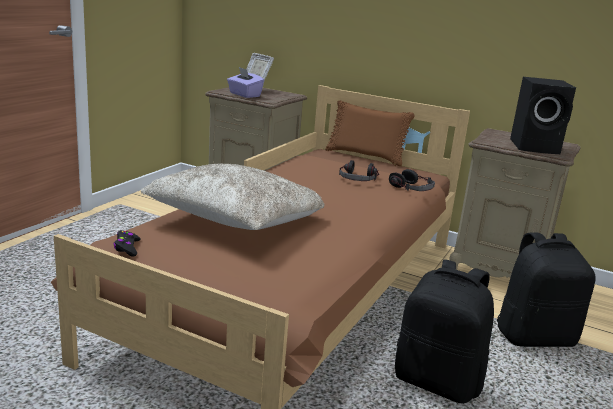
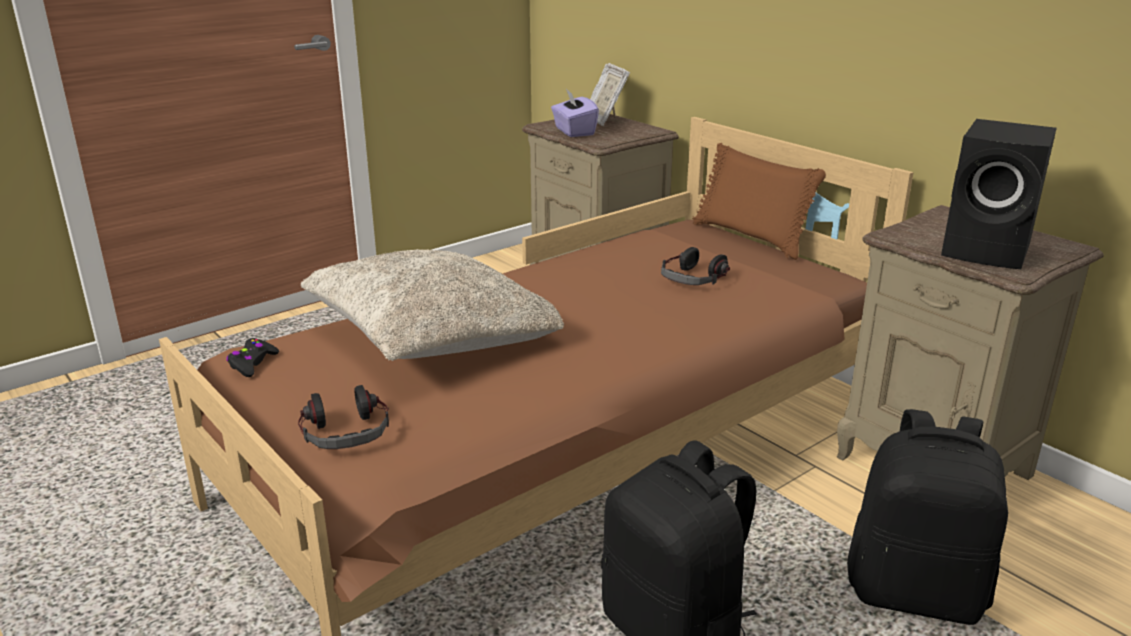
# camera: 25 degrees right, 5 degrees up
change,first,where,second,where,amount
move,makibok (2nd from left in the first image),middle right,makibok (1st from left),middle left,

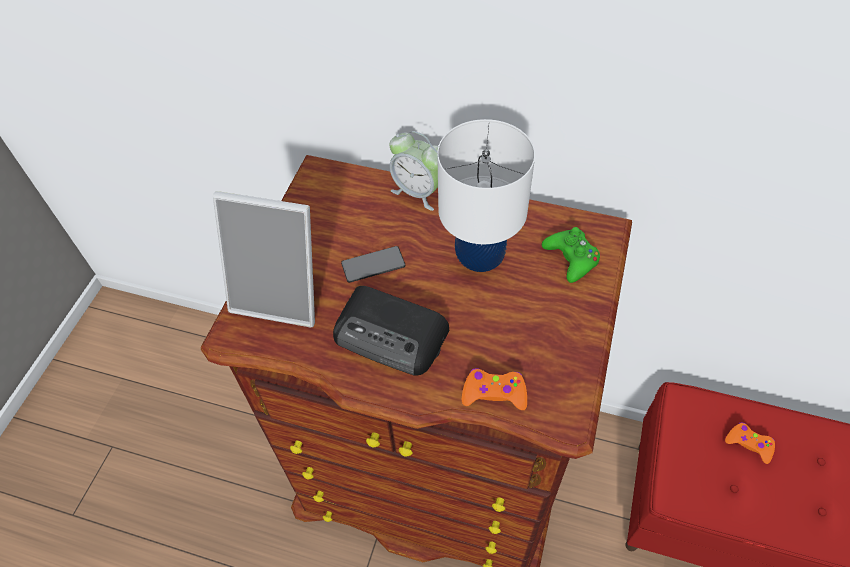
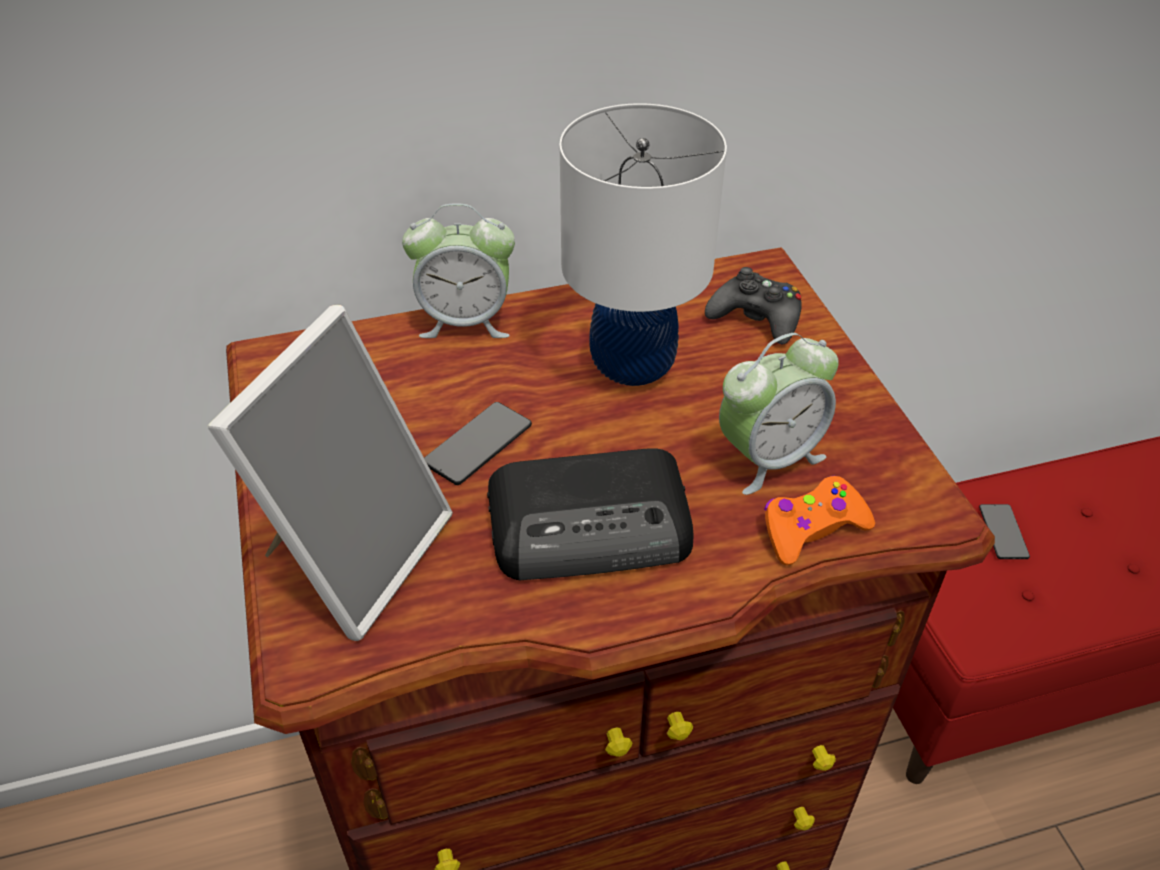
# camera: 35 degrees left, 10 degrees down
change,first,where,second,where,amount
rotate,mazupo,middle left,,middle left,45 degrees counterclockwise
recolor,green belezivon,middle right,black belezivon,centre,
replace,orange belezivon (2nd from left),bottom right,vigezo (2nd from left),middle right,
insert,,,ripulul (2nd from left),middle right,

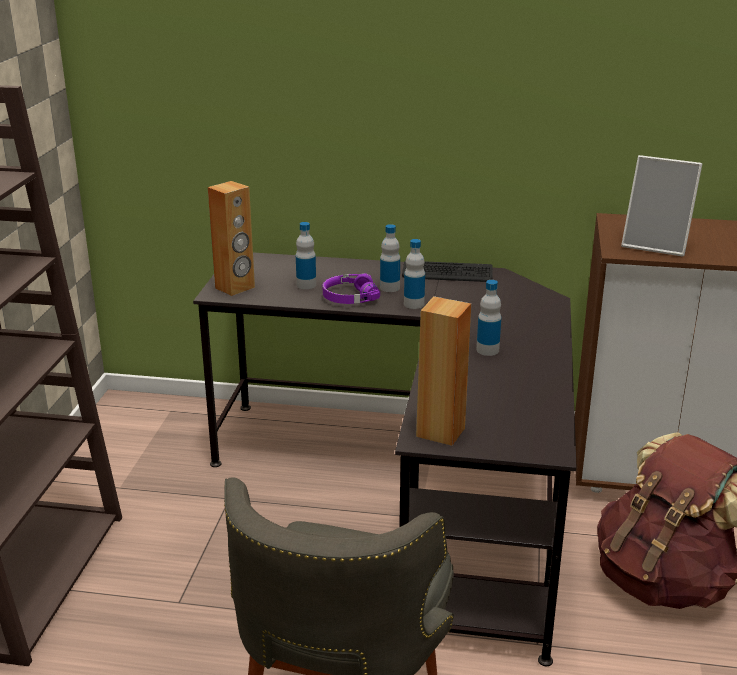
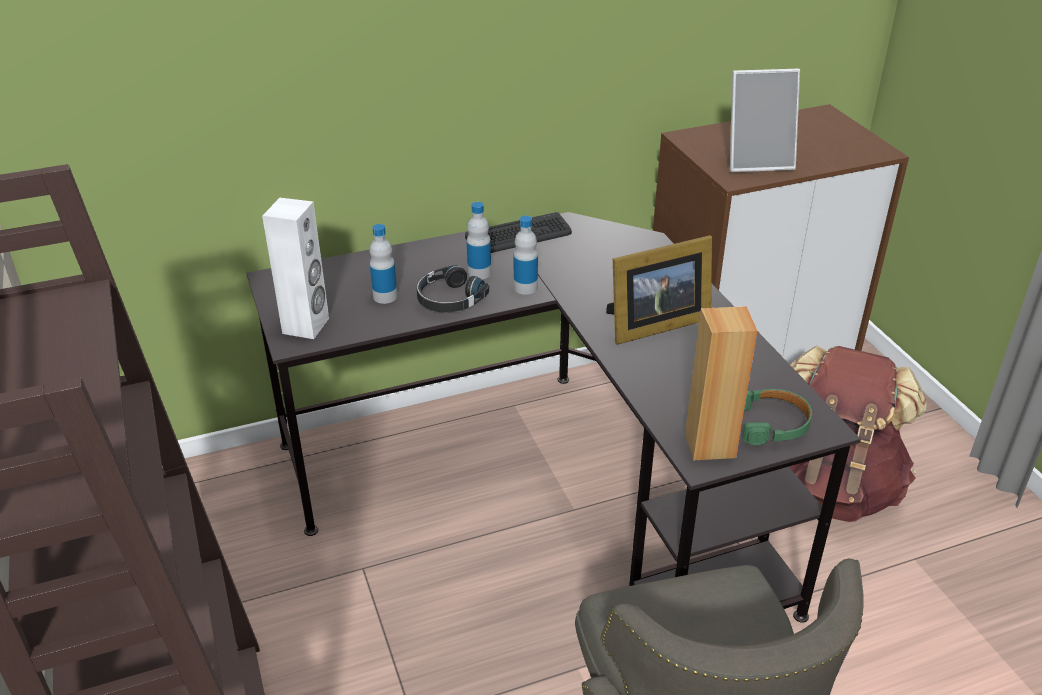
# camera: 30 degrees left, 10 degrees up
change,first,where,second,where,amount
recolor,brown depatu (1st from left),middle left,white depatu,middle left,
recolor,purple makibok,centre,black makibok,centre,
replace,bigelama (4th from left),centre,mazupo (1st from left),centre,
insert,,,green makibok,middle right,

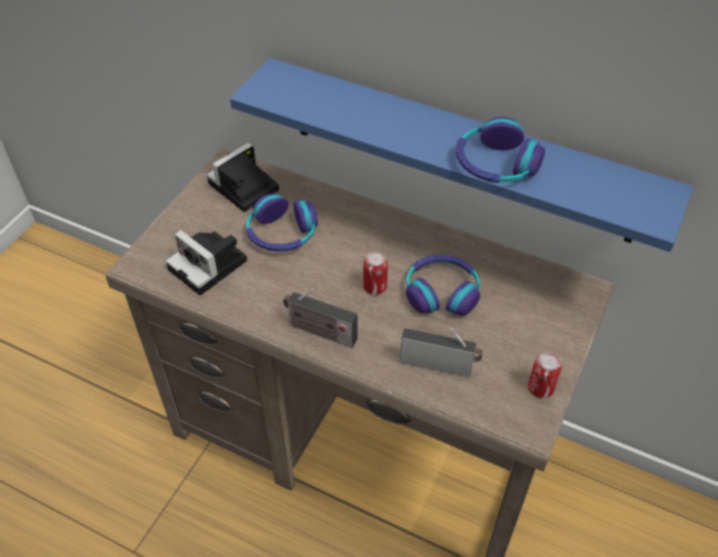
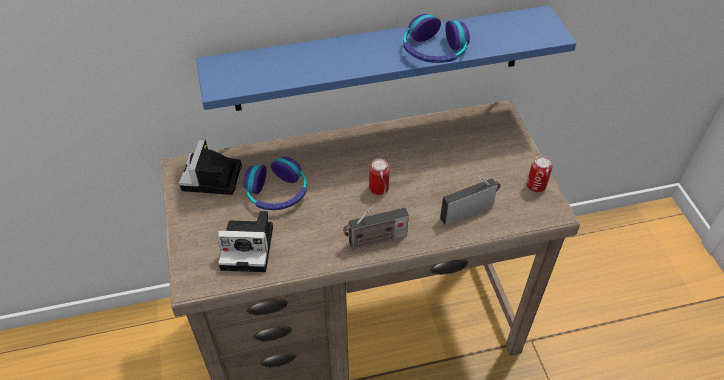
# camera: 40 degrees left, 0 degrees up
change,first,where,second,where,amount
delete,makibok (2nd from left),centre,,,

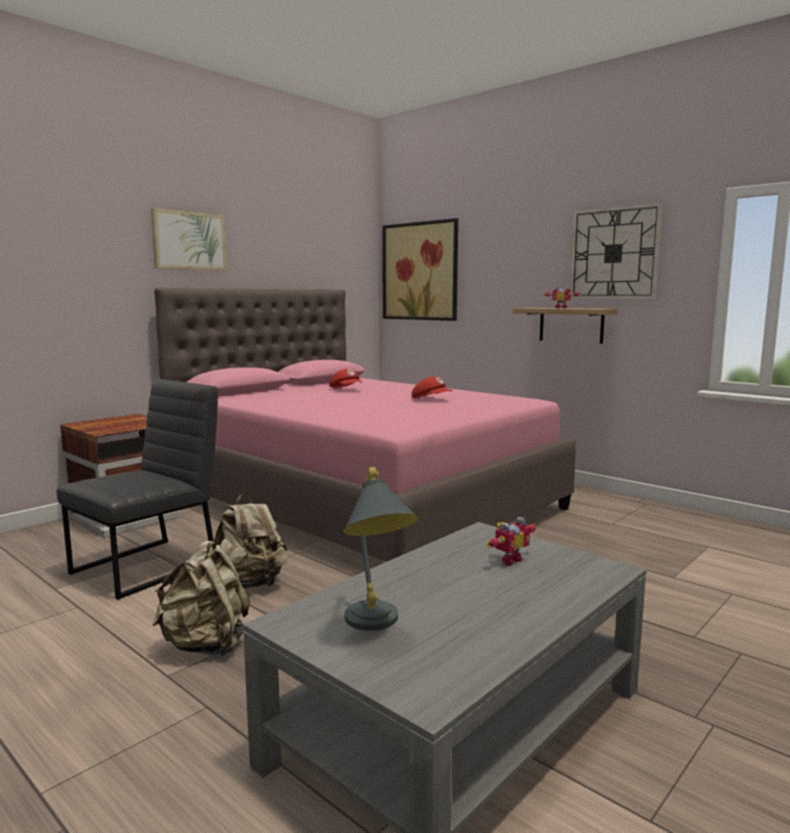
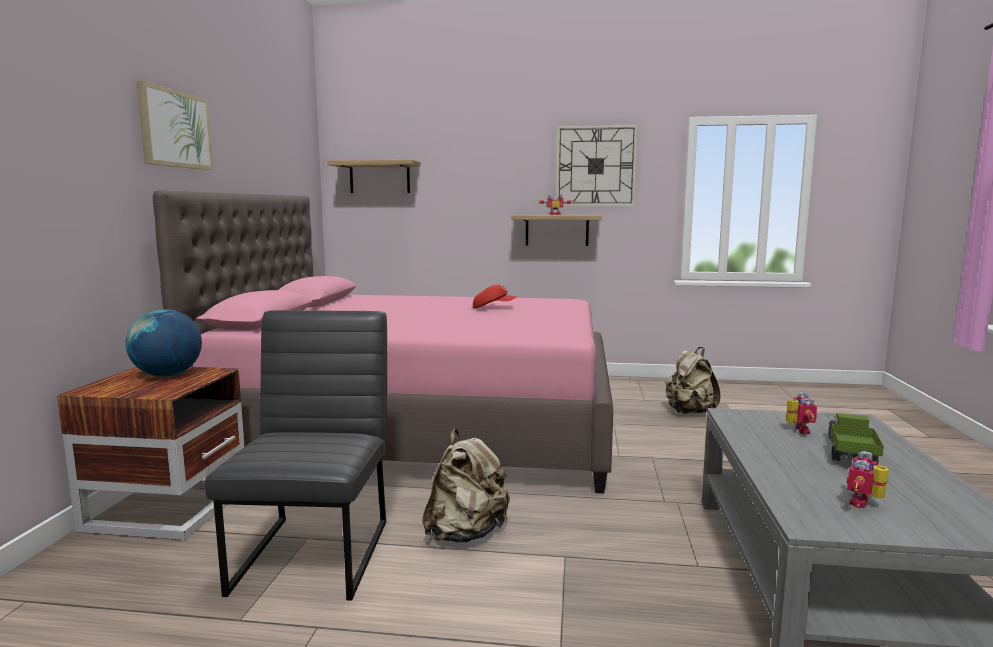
# camera: 35 degrees left, 0 degrees up
change,first,where,second,where,amount
replace,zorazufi (2nd from left),top centre,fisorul (1st from left),top centre,
delete,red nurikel (1st from left),centre,,,
replace,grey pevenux,centre,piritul (3rd from left),bottom right,
move,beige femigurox (1st from left in the first image),bottom left,beige femigurox (2nd from left),middle right,
insert,,,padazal,middle left,
insert,,,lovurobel,bottom right,

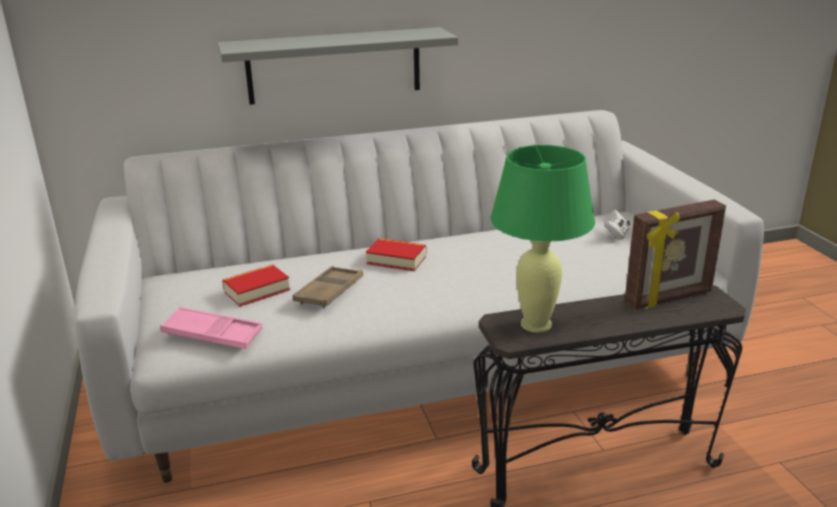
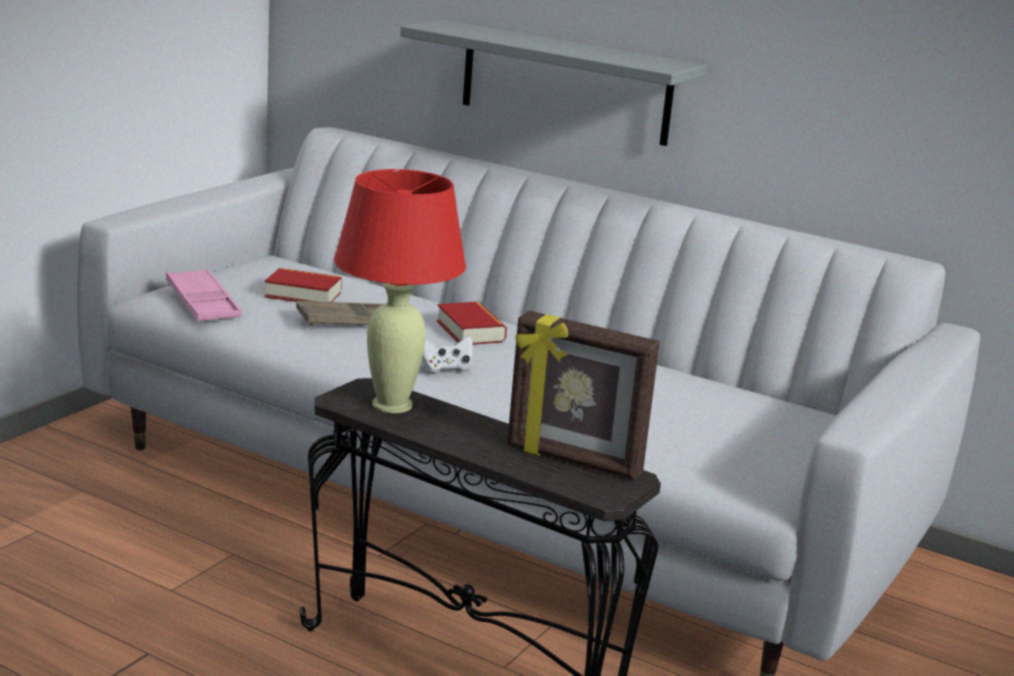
# camera: 45 degrees right, 5 degrees down
change,first,where,second,where,amount
recolor,green pevenux,centre,red pevenux,centre,
move,white belezivon,middle right,,centre,

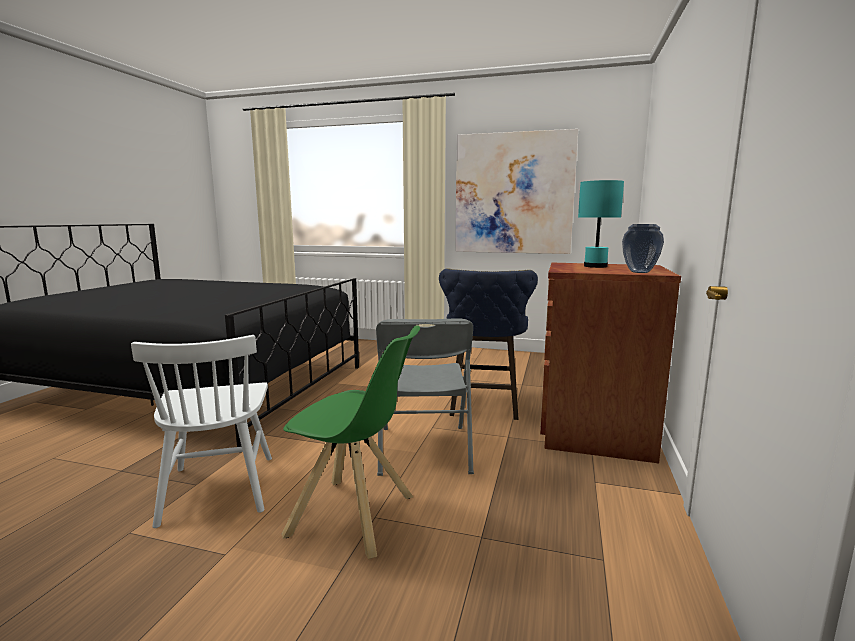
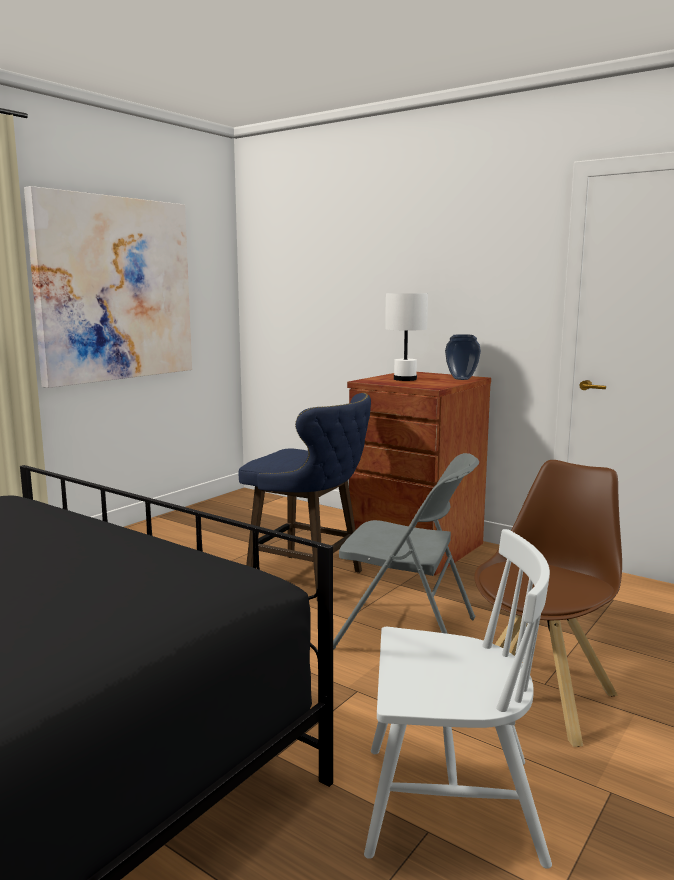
# camera: 70 degrees left, 0 degrees up
change,first,where,second,where,amount
recolor,turquoise pevenux,middle right,white pevenux,centre,
recolor,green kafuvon,bottom centre,brown kafuvon,bottom right,

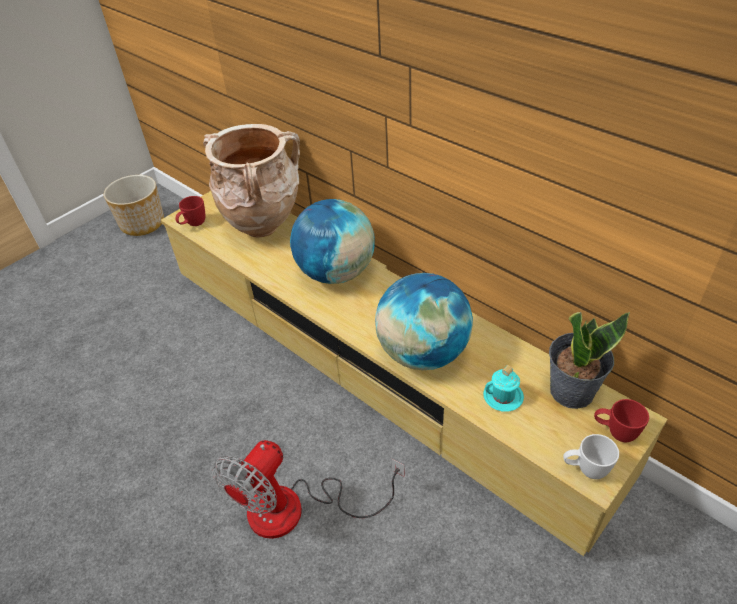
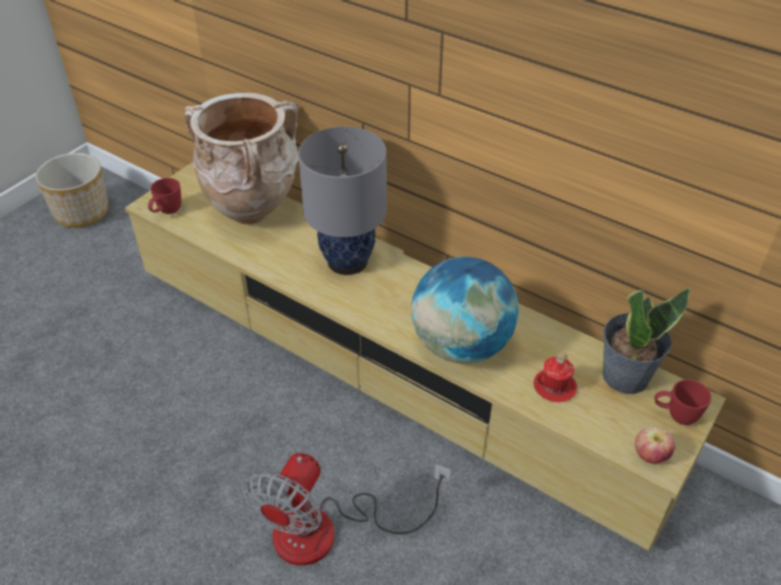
# camera: 10 degrees left, 0 degrees up
change,first,where,second,where,amount
replace,padazal (1st from left),centre,grey pevenux,centre,
recolor,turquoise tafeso,middle right,red tafeso (2nd from left),middle right,
replace,white tafeso,bottom right,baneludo,bottom right,

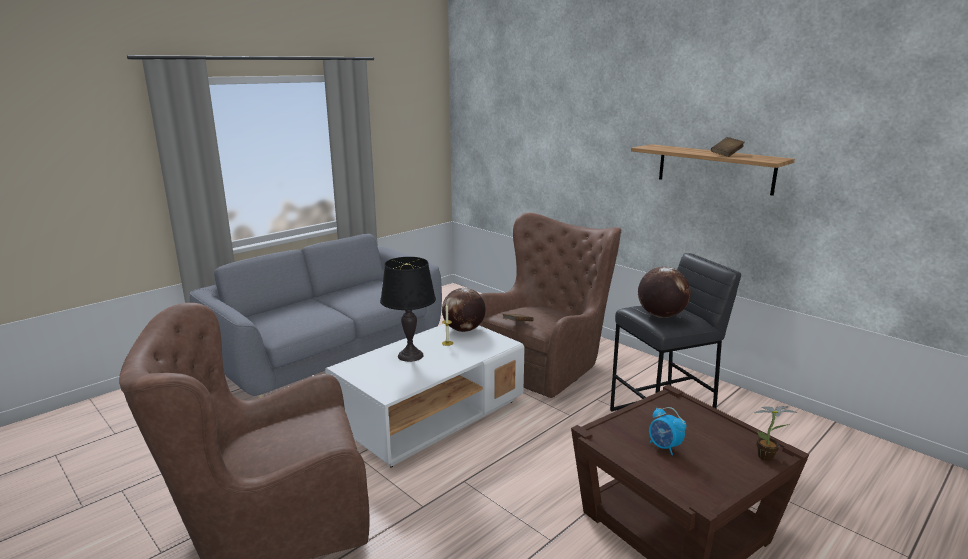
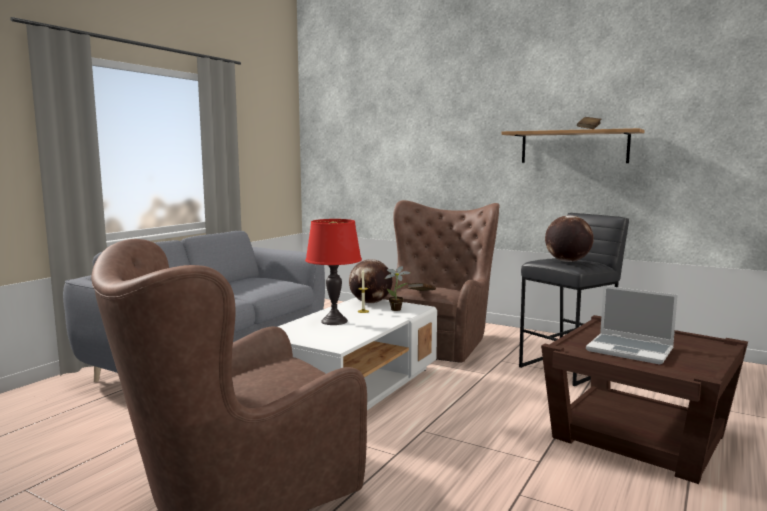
# camera: 15 degrees left, 10 degrees down
change,first,where,second,where,amount
recolor,black pevenux,centre,red pevenux,centre,
move,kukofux,bottom right,,centre,
replace,ripulul,bottom right,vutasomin,middle right,

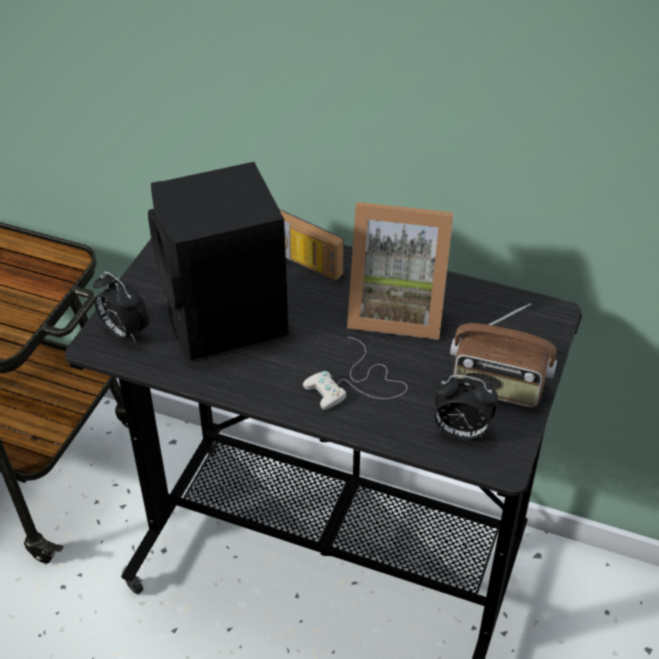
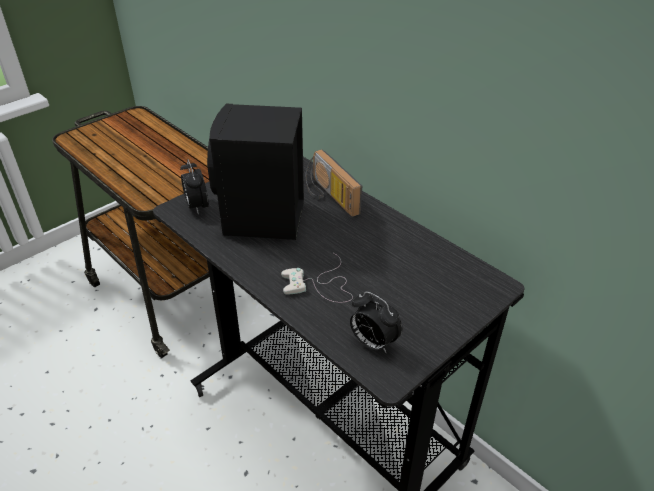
# camera: 25 degrees right, 5 degrees down
change,first,where,second,where,amount
delete,mazupo,centre,,,
delete,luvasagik (2nd from left),middle right,,,

